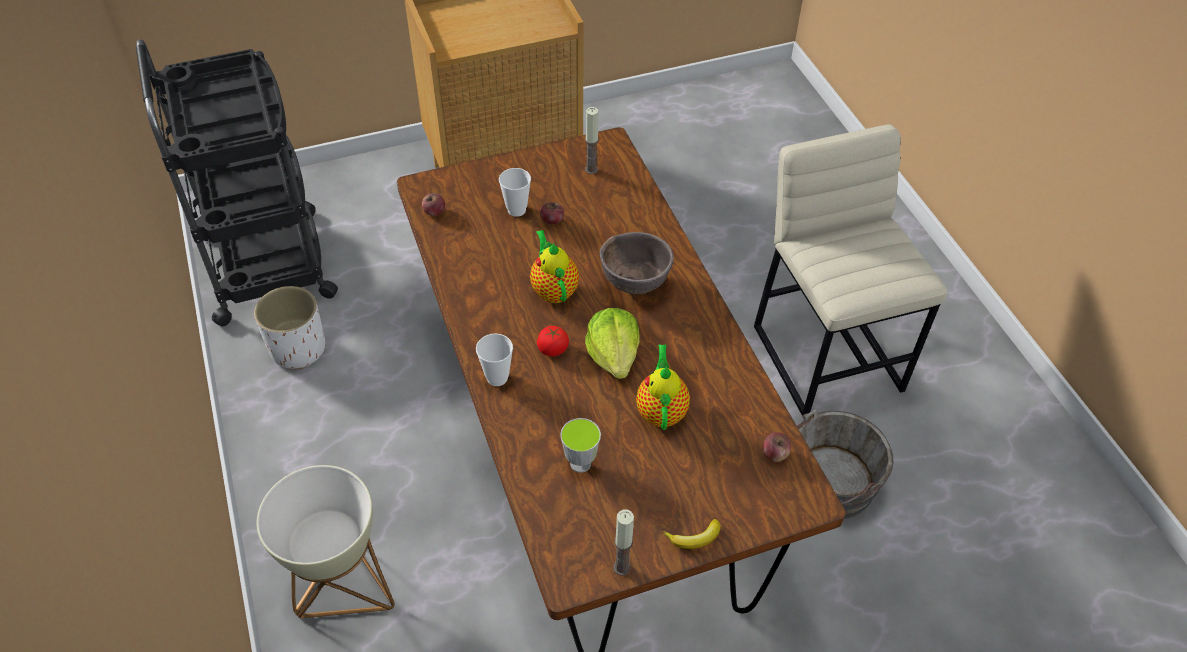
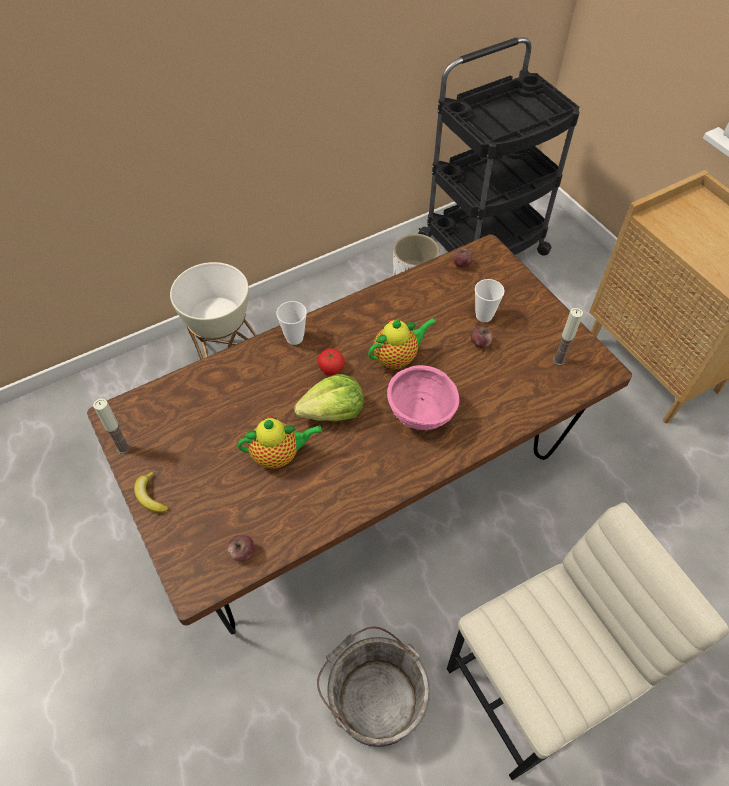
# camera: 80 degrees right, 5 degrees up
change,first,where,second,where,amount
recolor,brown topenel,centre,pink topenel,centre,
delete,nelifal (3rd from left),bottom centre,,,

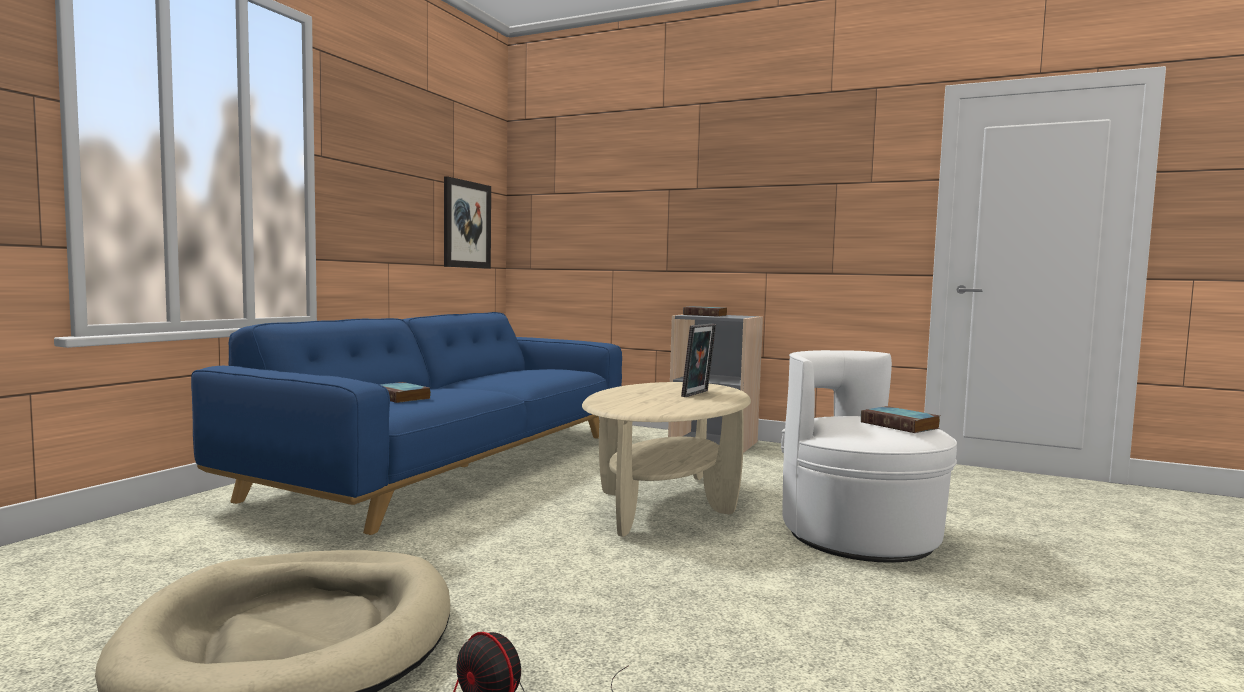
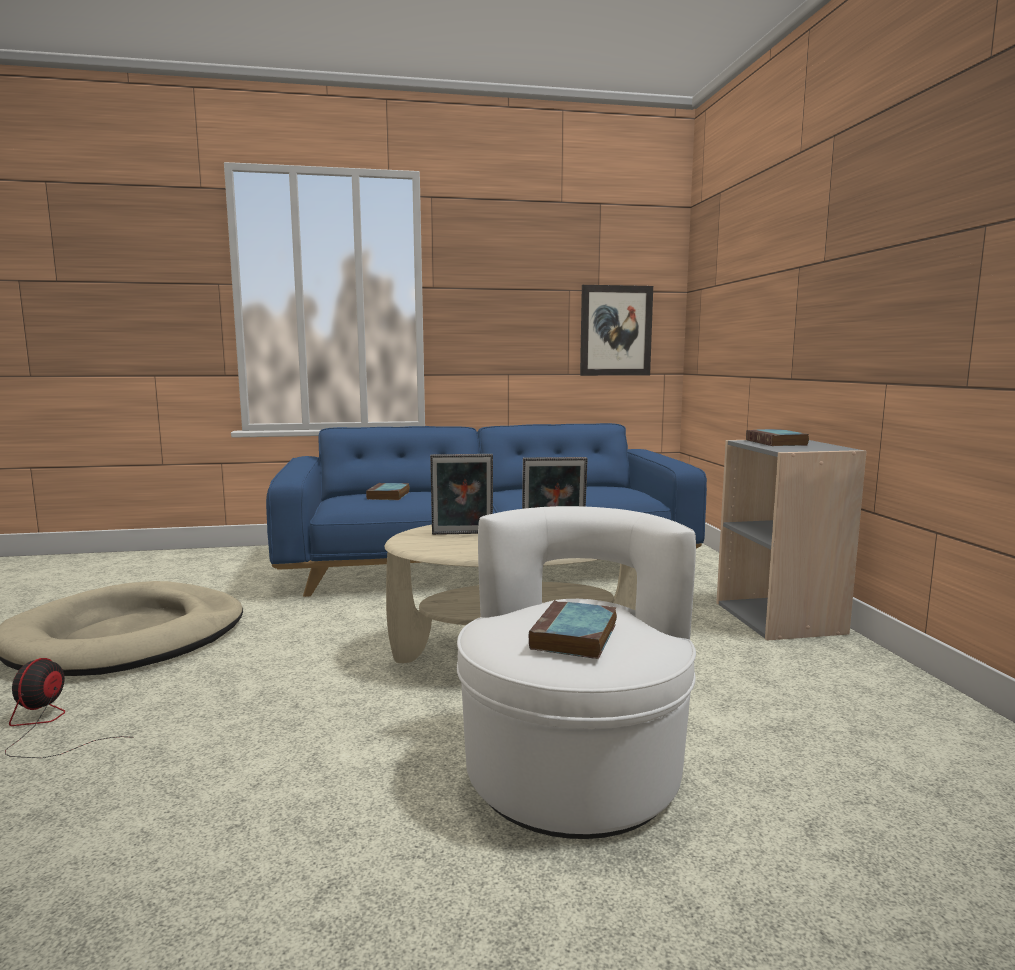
# camera: 55 degrees right, 5 degrees up
change,first,where,second,where,amount
insert,,,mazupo (1st from left),centre,

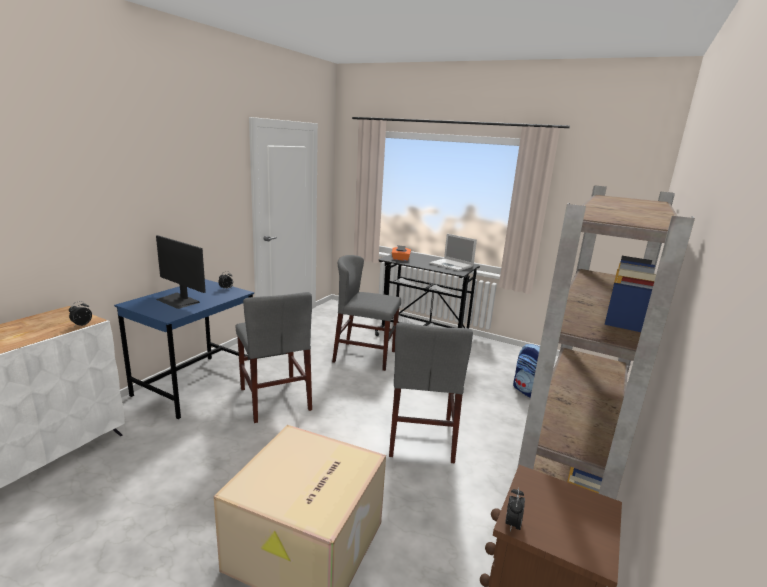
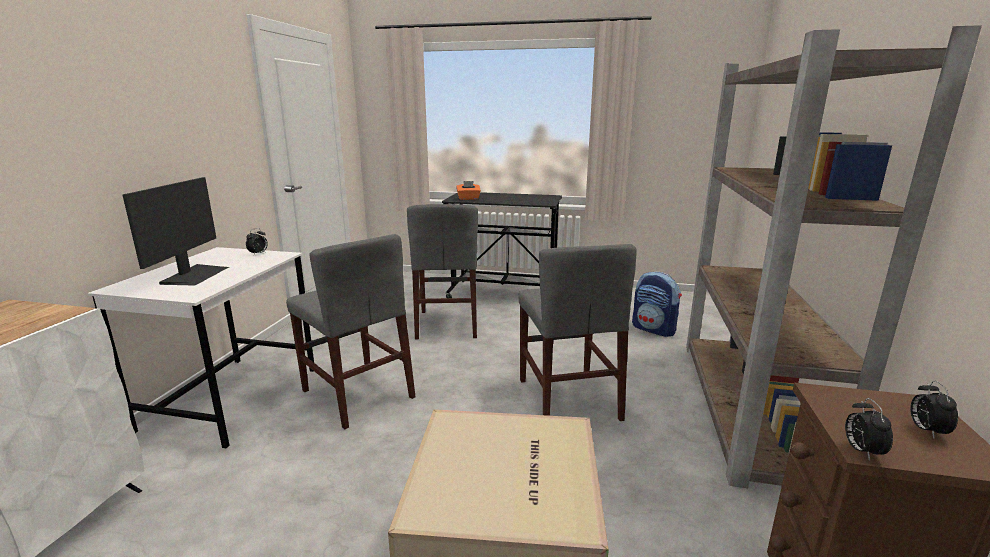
# camera: 15 degrees left, 0 degrees up
change,first,where,second,where,amount
delete,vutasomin,centre,,,
rotate,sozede,middle left,,middle left,105 degrees counterclockwise
rotate,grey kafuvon (2nd from left),centre,,centre,90 degrees counterclockwise
recolor,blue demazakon,middle left,white demazakon,middle left,
move,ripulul (1st from left in the first image),middle left,ripulul (3rd from left),bottom right,

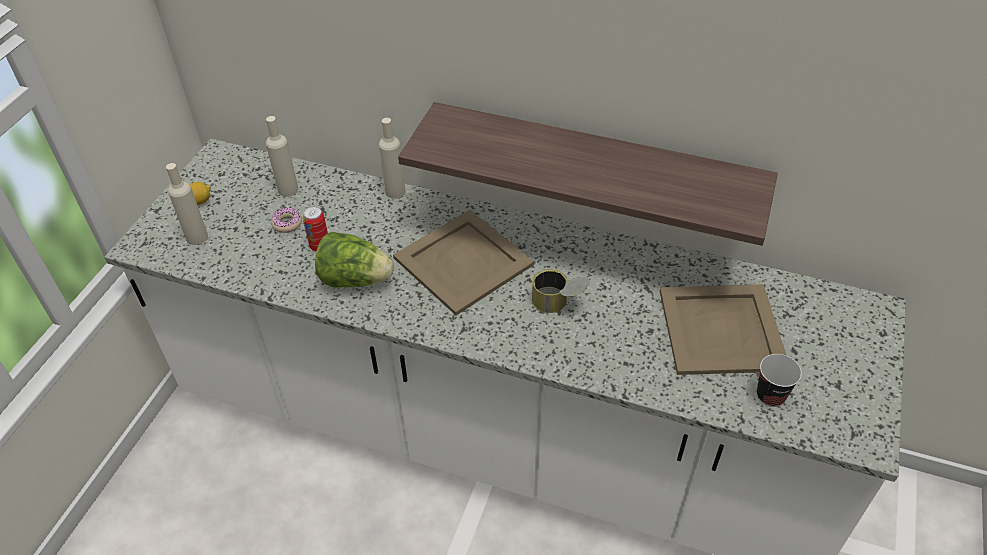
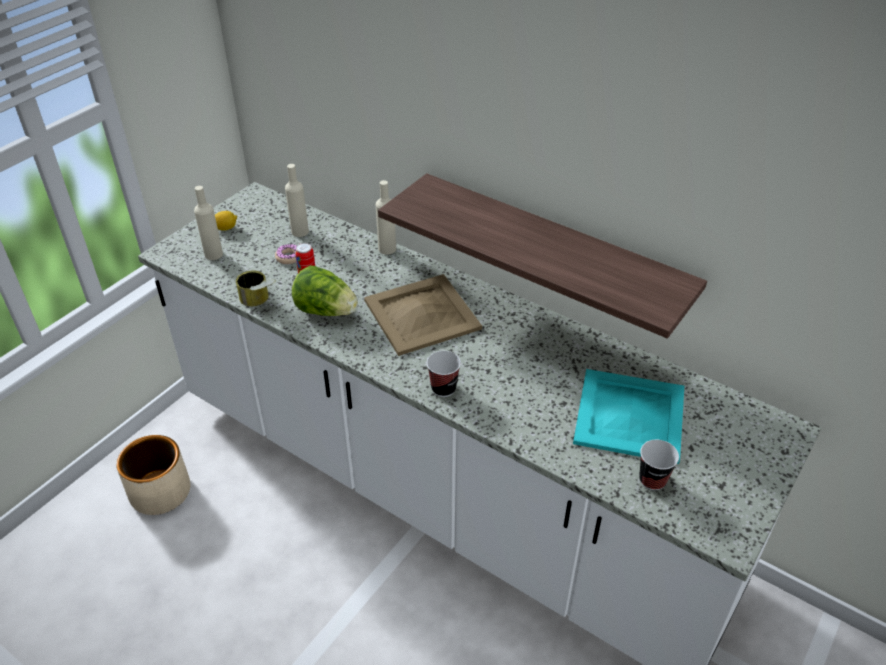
# camera: 15 degrees right, 5 degrees down
change,first,where,second,where,amount
move,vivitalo (2nd from left in the first image),centre,vivitalo (1st from left),middle left,
recolor,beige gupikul (2nd from left),middle right,turquoise gupikul,middle right,
insert,,,nelifal (1st from left),centre,
insert,,,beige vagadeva,bottom left,

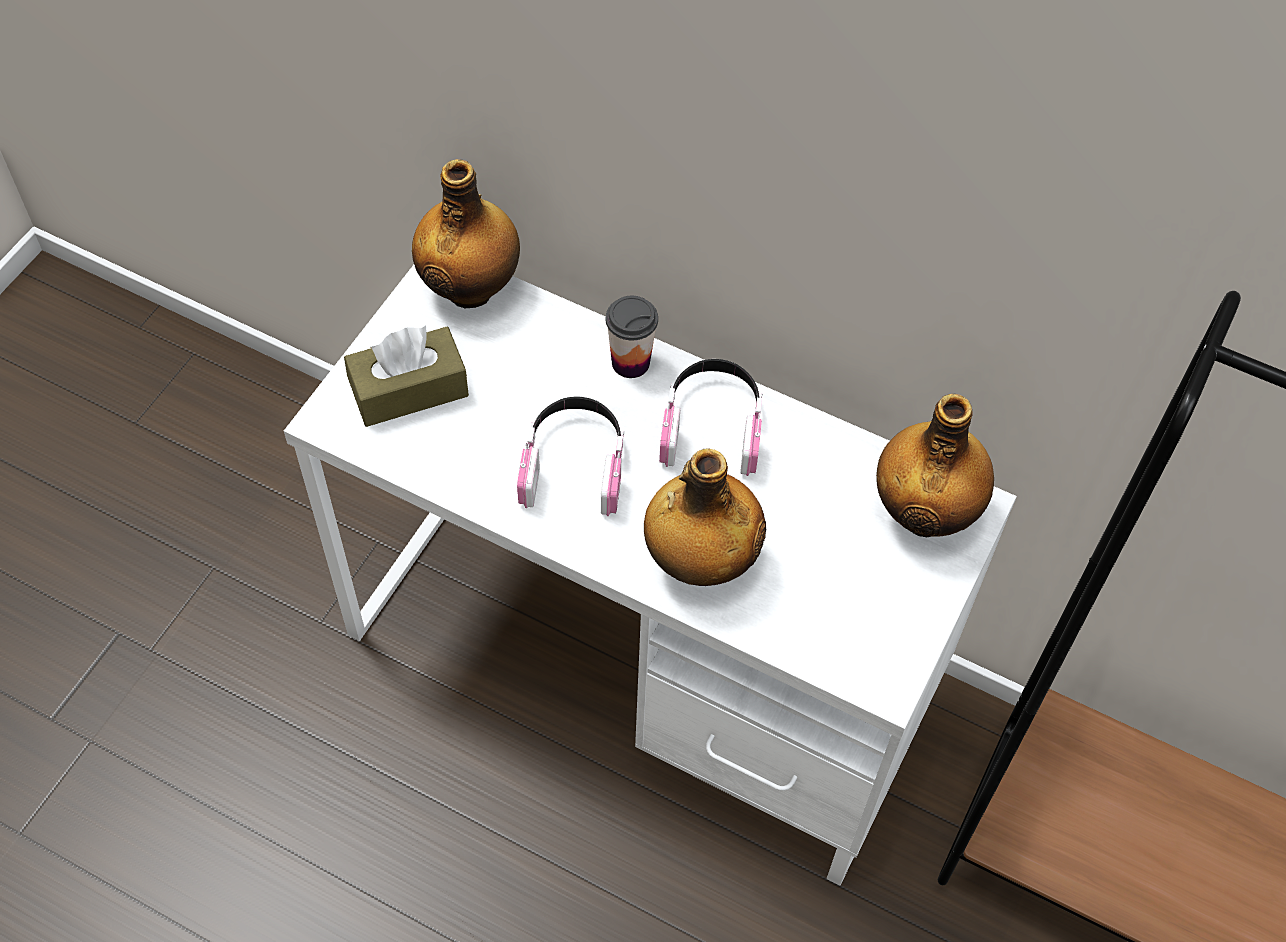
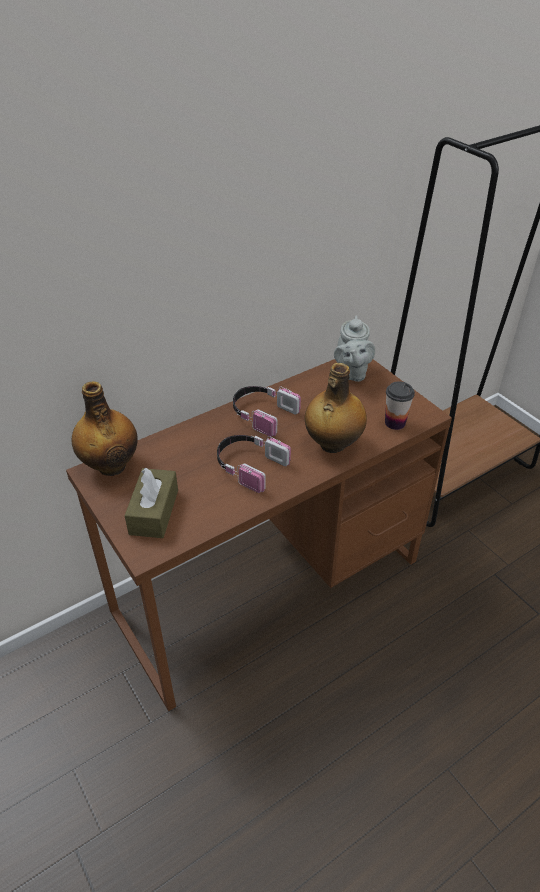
# camera: 60 degrees left, 15 degrees down
change,first,where,second,where,amount
recolor,white demazakon,centre,brown demazakon,centre,
move,nelifal,centre,,middle right,
replace,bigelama (3rd from left),middle right,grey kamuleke,centre,

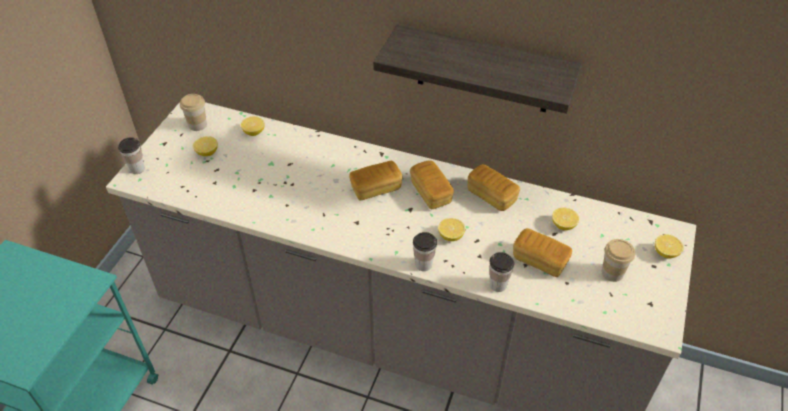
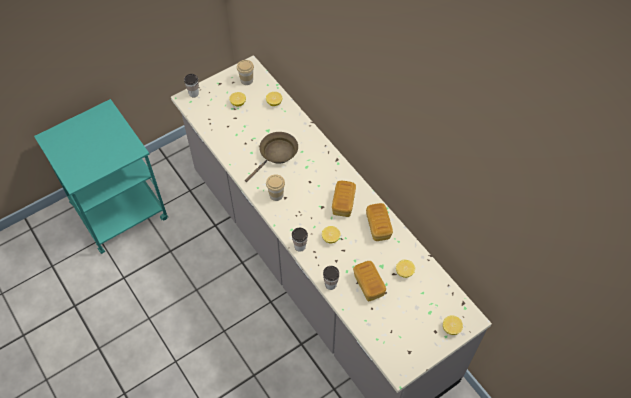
# camera: 35 degrees right, 10 degrees up
change,first,where,second,where,amount
delete,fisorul,top centre,,,
delete,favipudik (1st from left),centre,,,
move,nelifal (5th from left in the first image),middle right,nelifal (3rd from left),centre,
insert,,,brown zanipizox,centre,

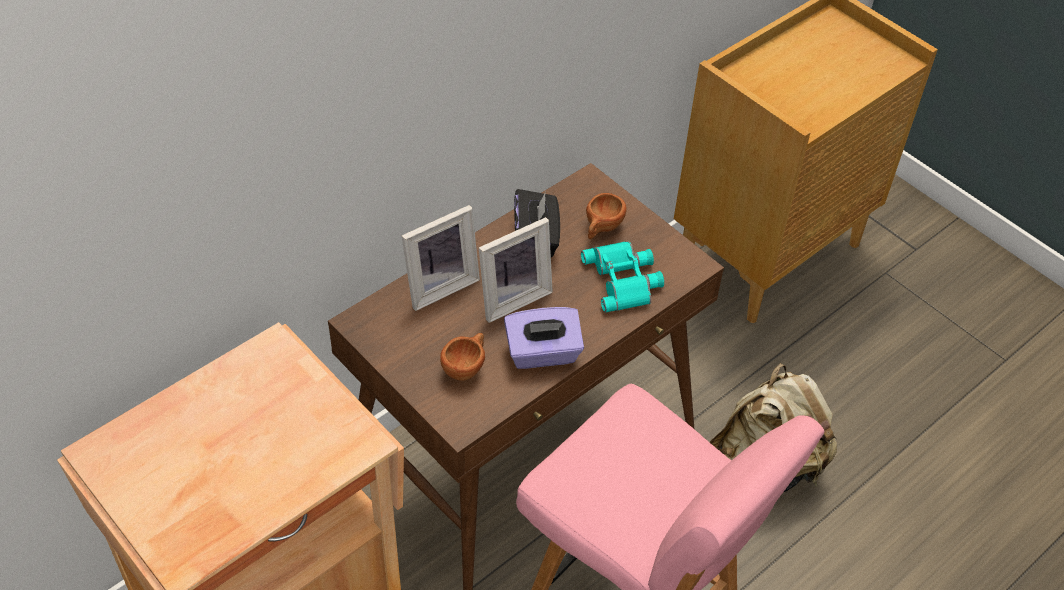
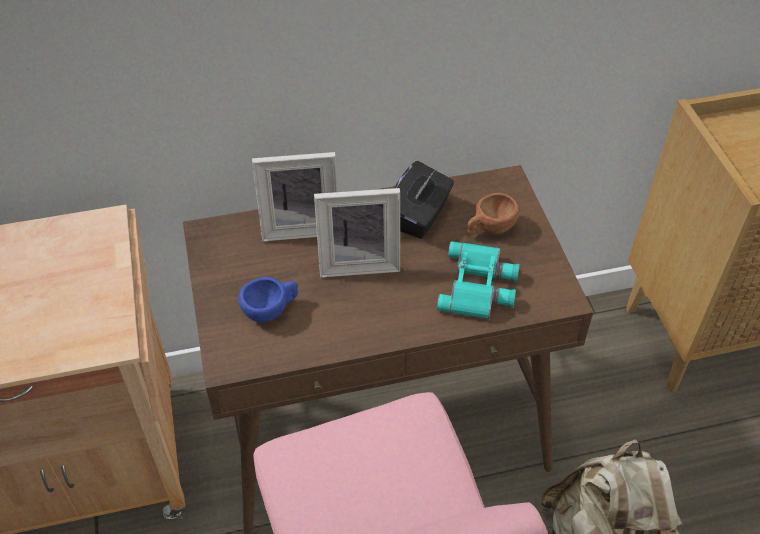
# camera: 30 degrees right, 0 degrees up
change,first,where,second,where,amount
delete,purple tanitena,centre,,,
recolor,brown nelifal (1st from left),centre,blue nelifal,centre,

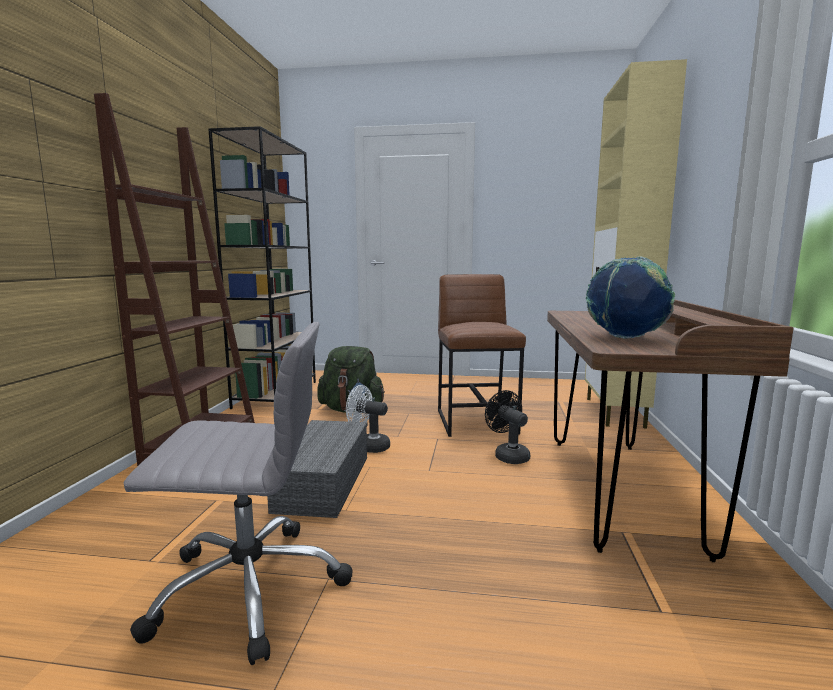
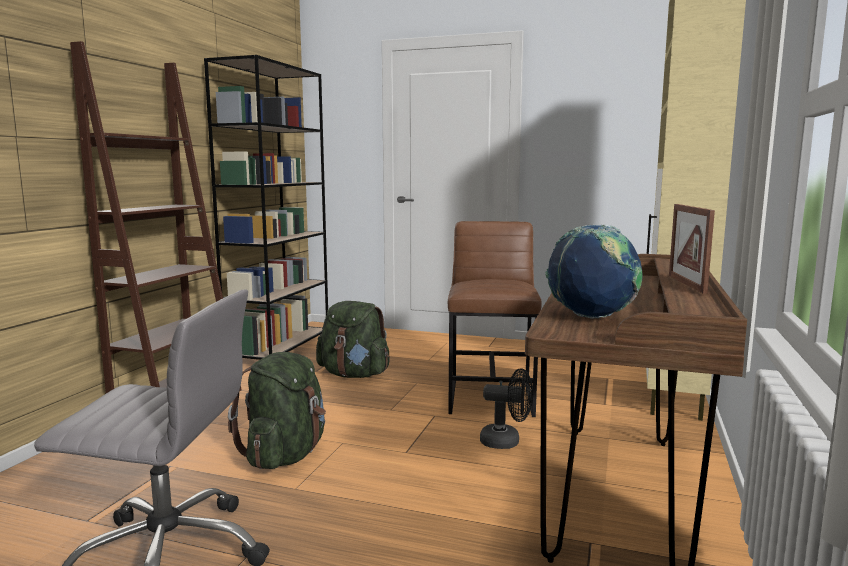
# camera: 10 degrees right, 0 degrees up
change,first,where,second,where,amount
delete,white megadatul,centre,,,
rotate,black megadatul,centre,,bottom centre,120 degrees clockwise
replace,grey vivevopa,bottom centre,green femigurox (1st from left),bottom left,
insert,,,mazupo,middle right,

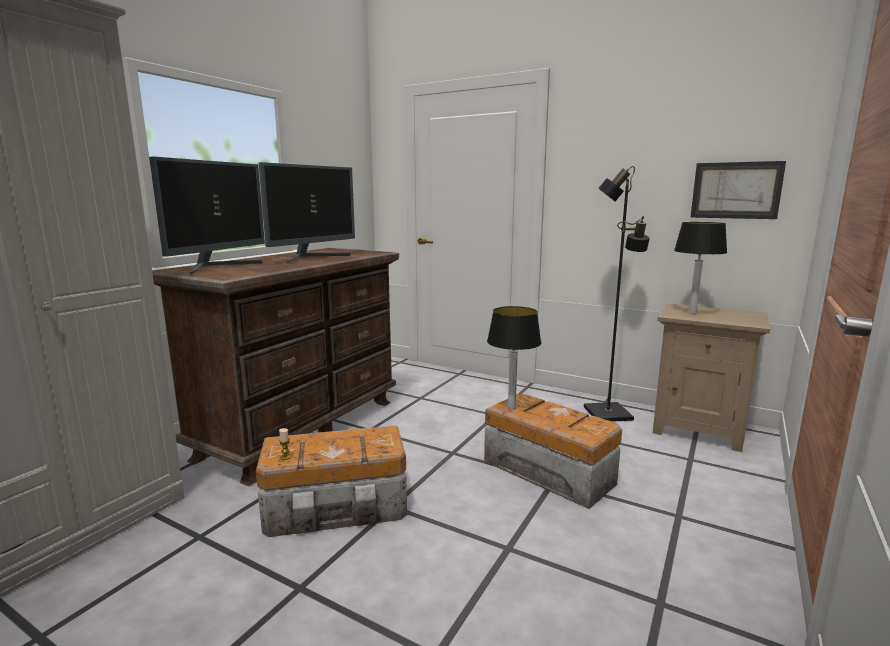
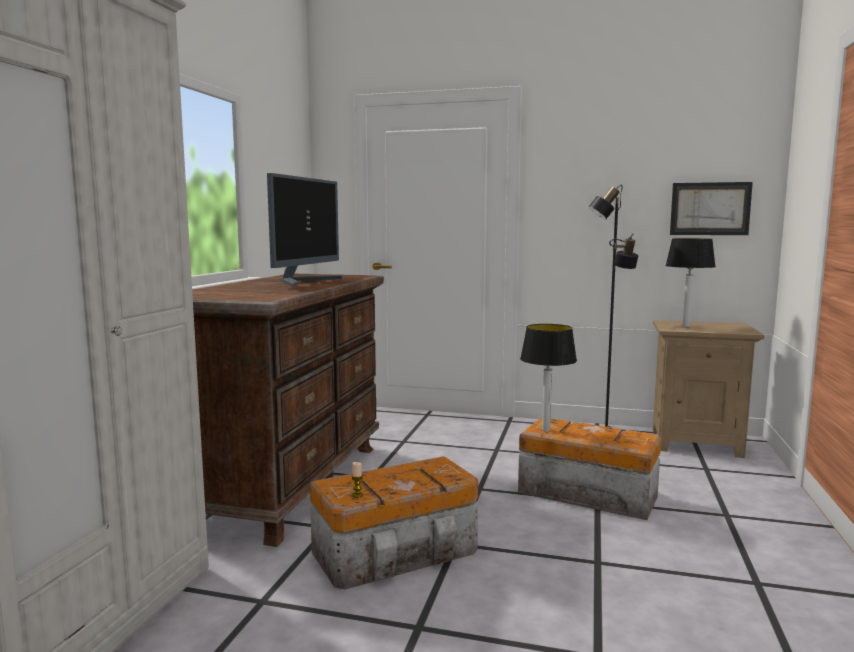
# camera: 15 degrees left, 5 degrees down
change,first,where,second,where,amount
delete,sozede (1st from left),top left,,,

